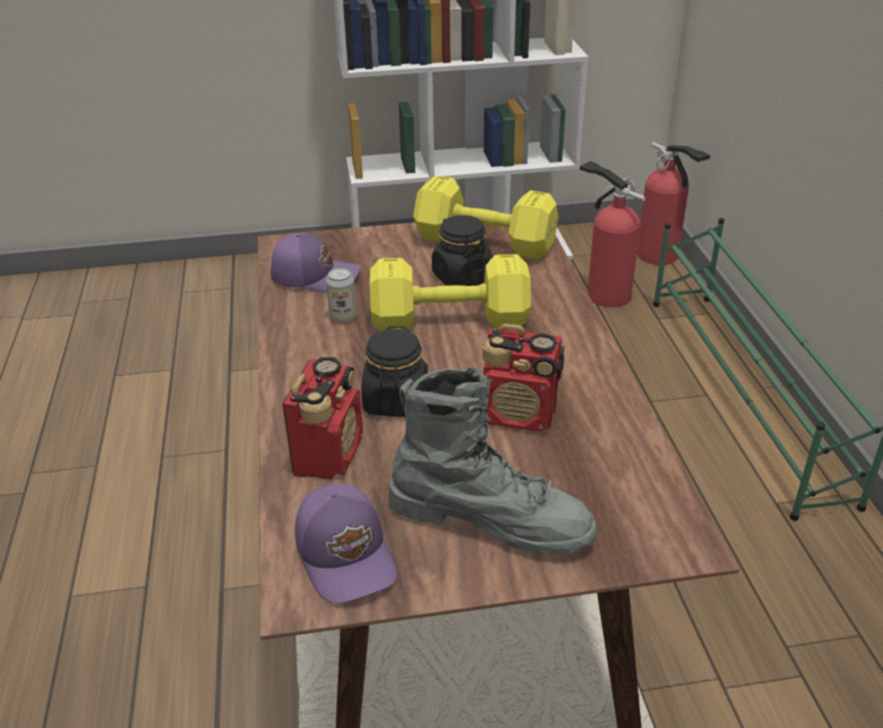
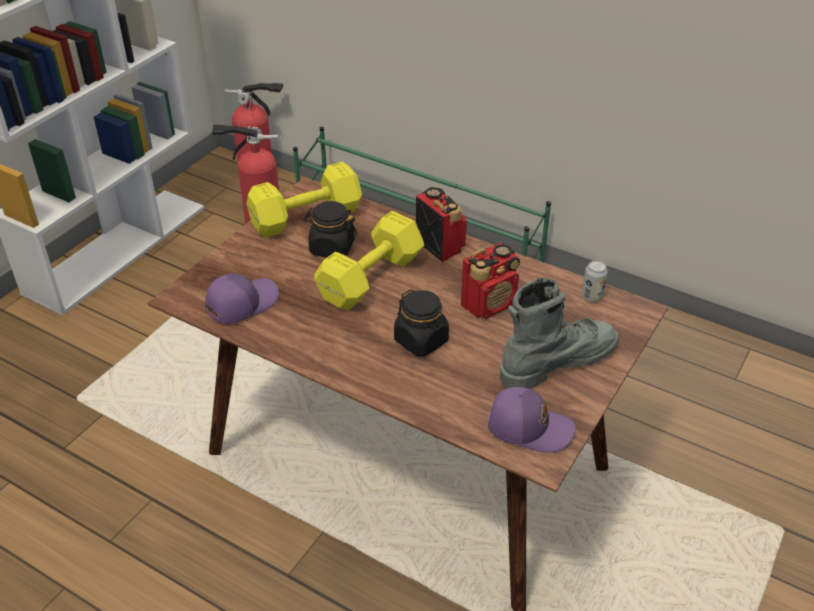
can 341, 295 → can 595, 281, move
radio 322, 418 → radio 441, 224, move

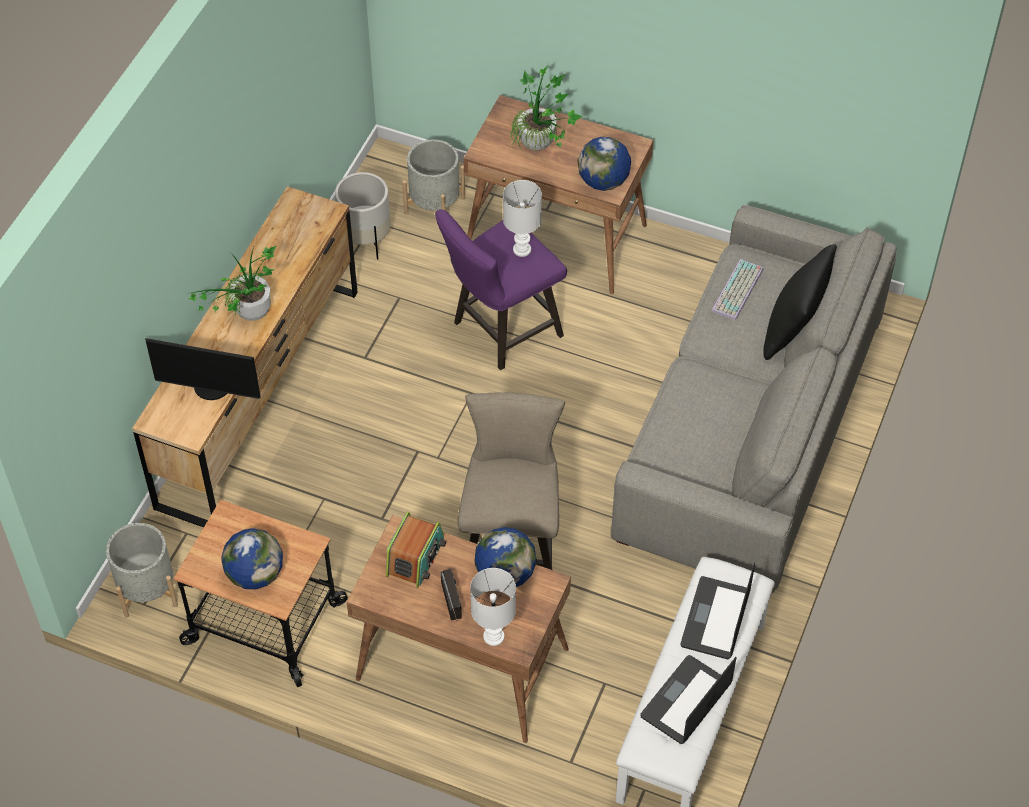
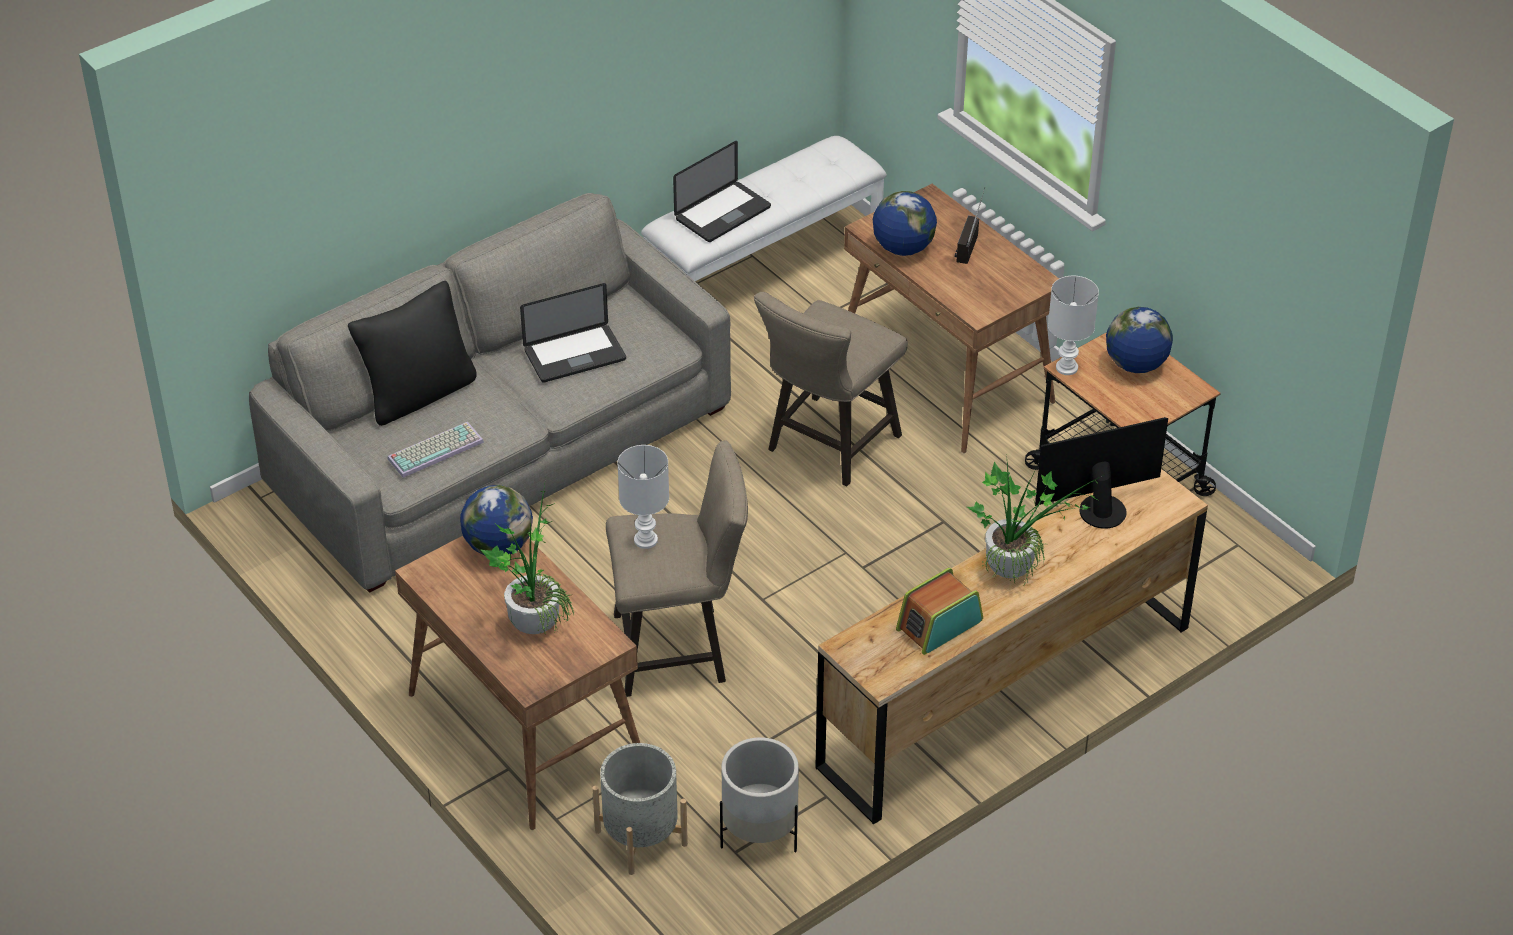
purple stool 501, 290 → beige stool 677, 568
monitor 203, 369 → monitor 1101, 473, 60 degrees counterclockwise
radio 416, 550 → radio 939, 611, move
grey planter 142, 570 → -
white table lamp 493, 607 → white table lamp 1073, 325, move
laptop 688, 699 → laptop 573, 332, move

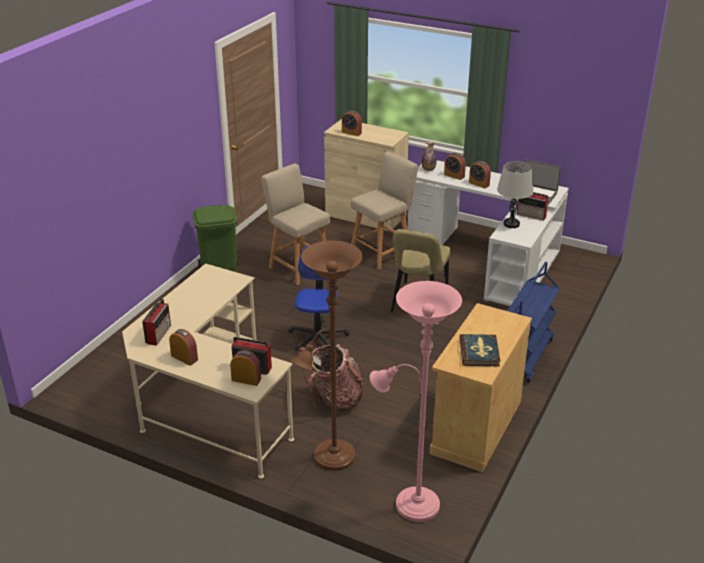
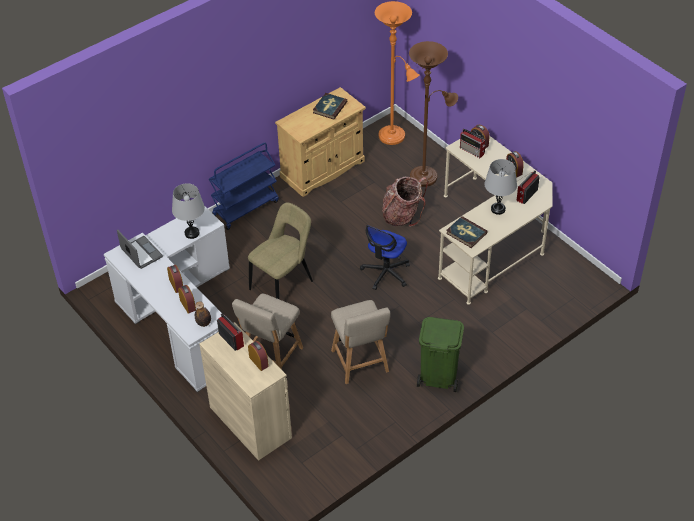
beige chair 384, 210 → beige chair 267, 332, 45 degrees counterclockwise
radio 533, 206 → radio 230, 332, move
pink floor lamp 416, 401 → orange floor lamp 397, 73
- → grey table lamp 500, 187
- → book 467, 232

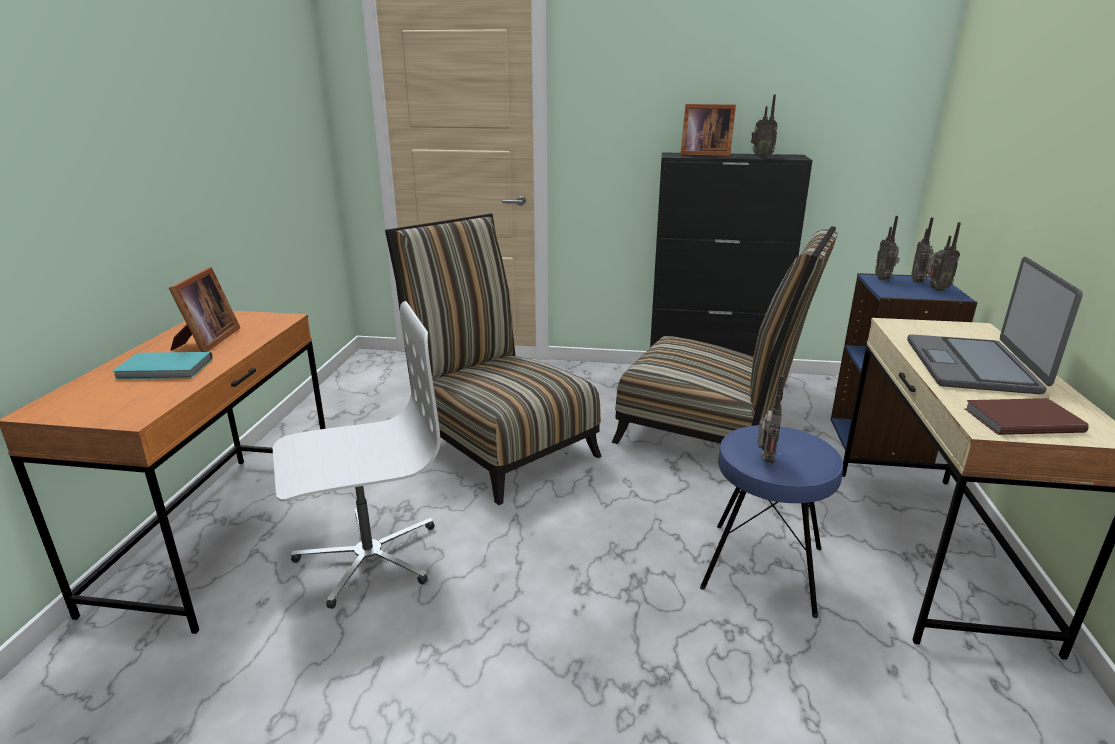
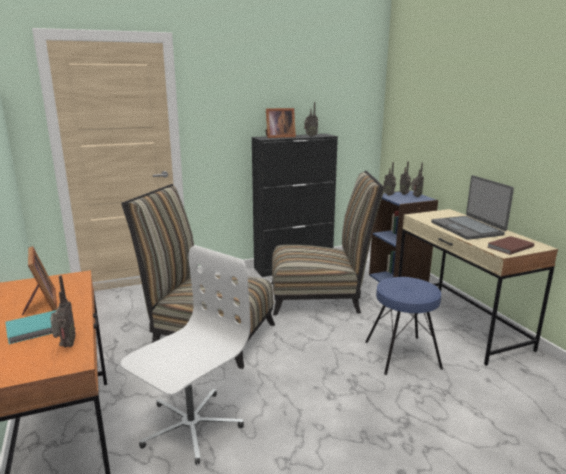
radio 771, 419 → radio 63, 311, move

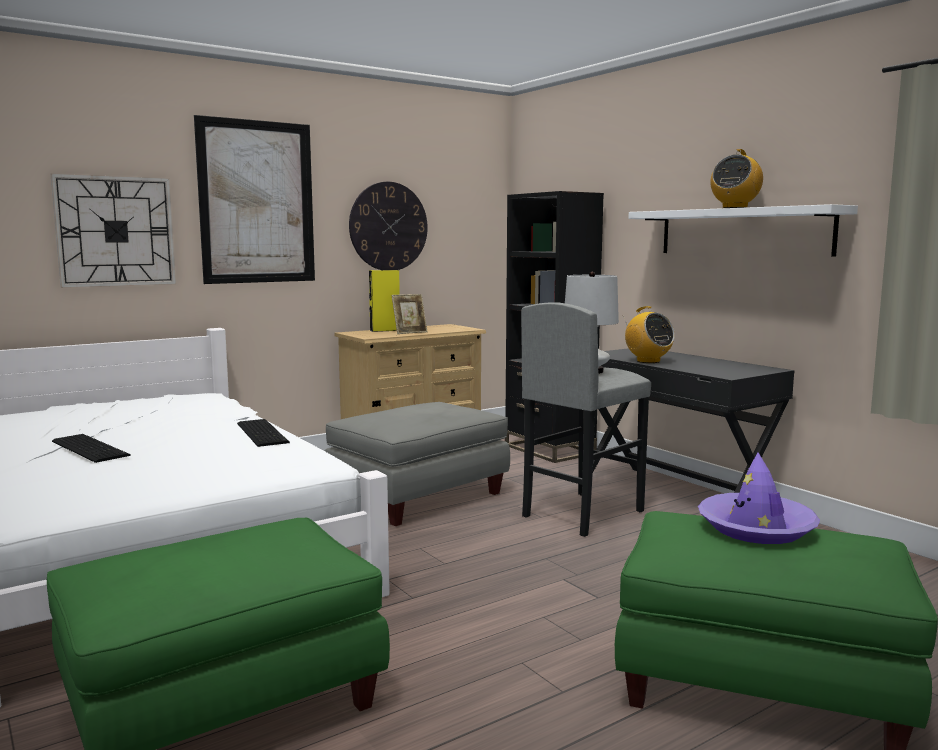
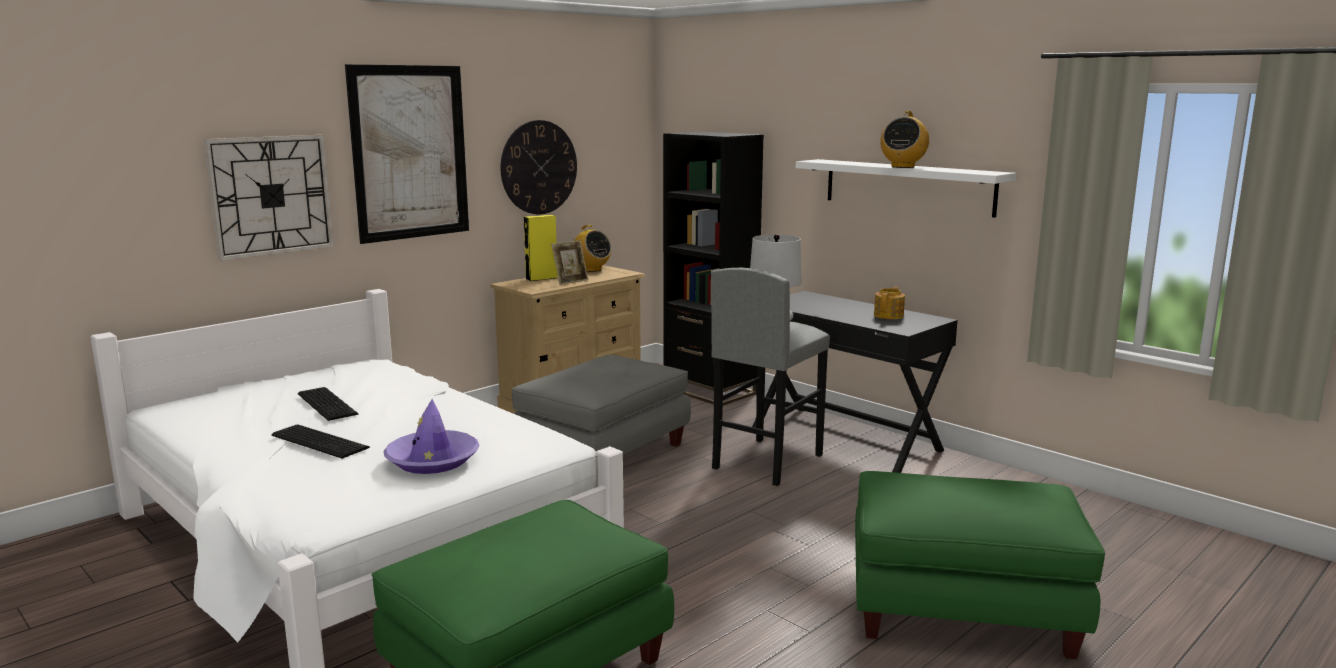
radio 648, 334 → radio 590, 248, move
keyboard 263, 433 → keyboard 328, 404, move
purple hat 759, 498 → purple hat 431, 436, move
- → teapot 889, 303

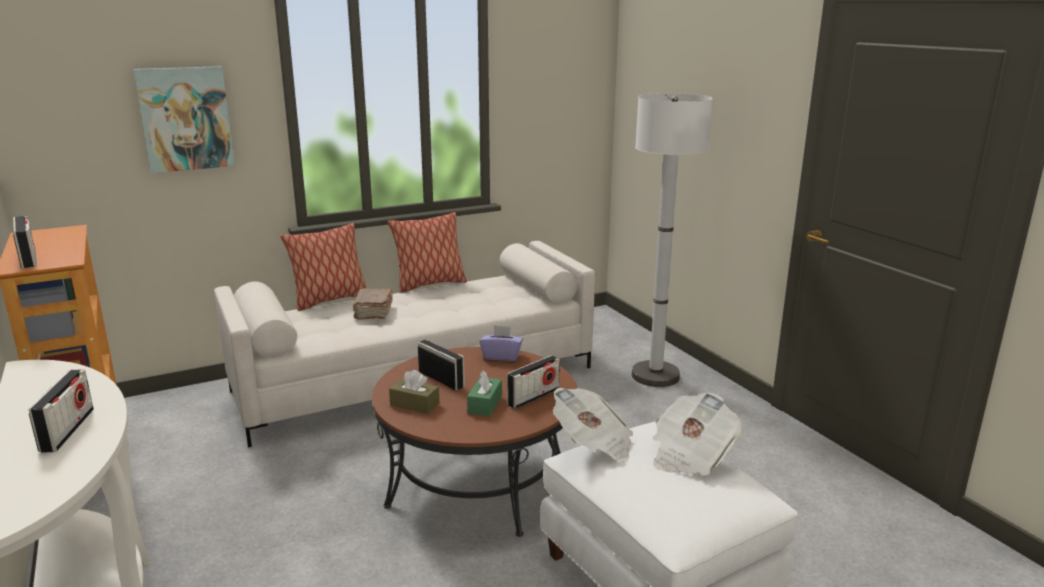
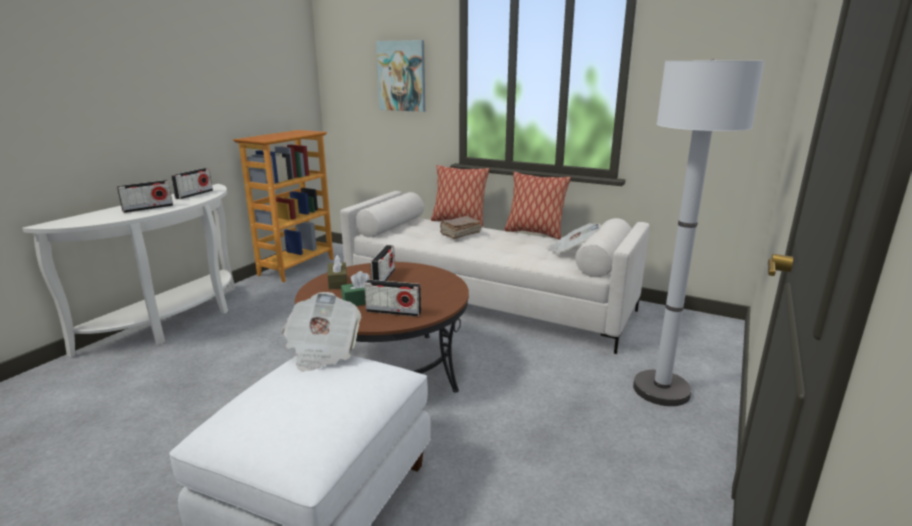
radio 25, 242 → radio 192, 183, move
purple tissue box 501, 343 → -
newspaper 697, 434 → newspaper 574, 238, move

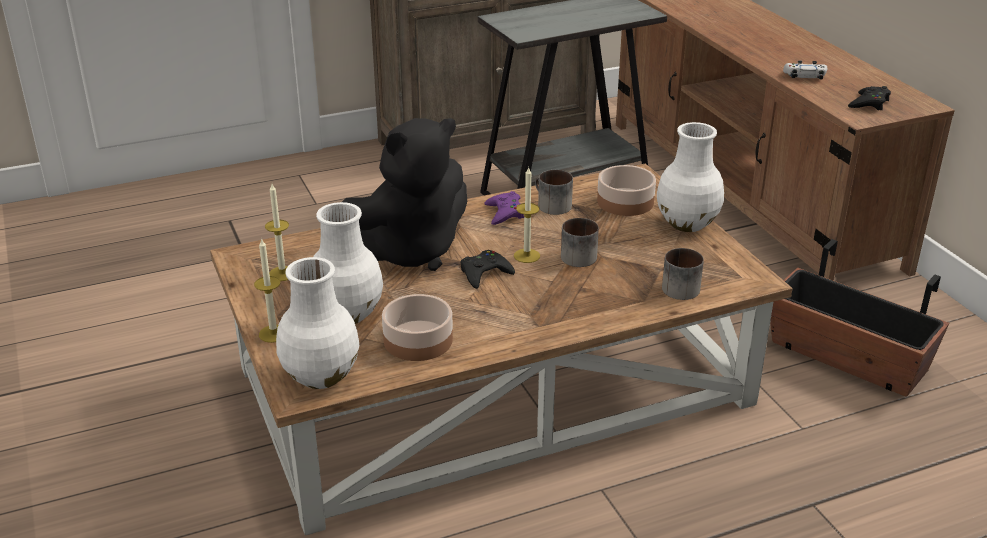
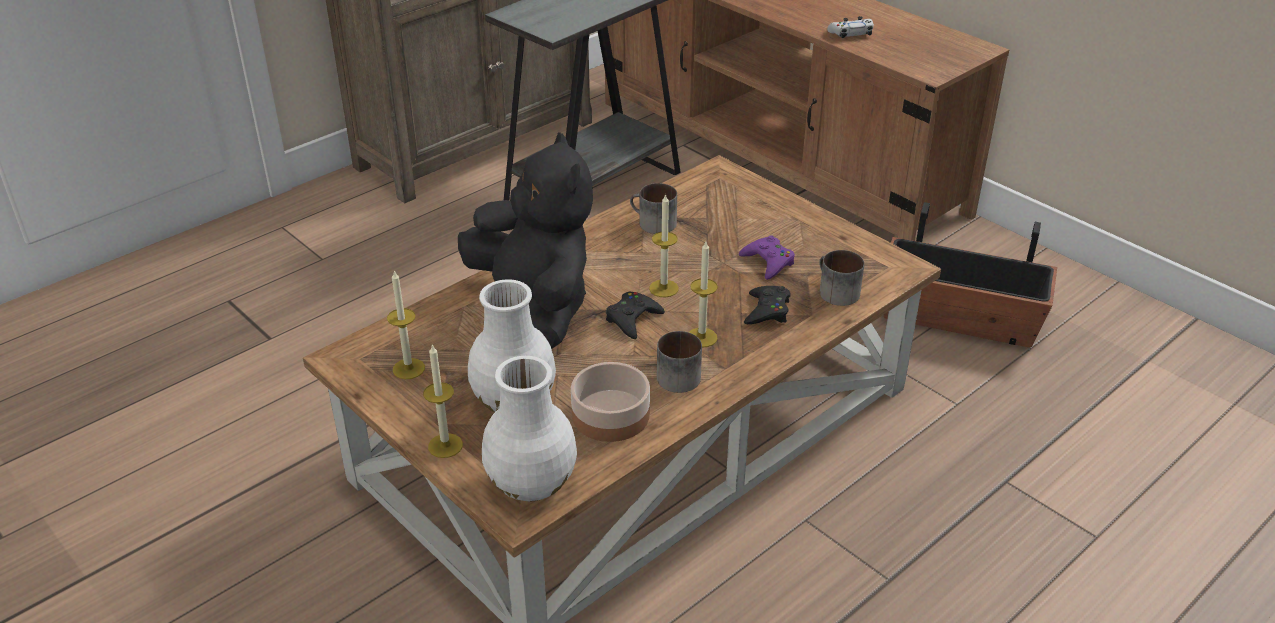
black game controller 869, 98 → black game controller 767, 305, move
black plush toy 404, 194 → black plush toy 525, 240, 60 degrees counterclockwise
white vase 690, 177 → -
bowl 626, 190 → -
purple game controller 504, 208 → purple game controller 767, 257, move
mug 580, 242 → mug 679, 362, move
- → candle 703, 294

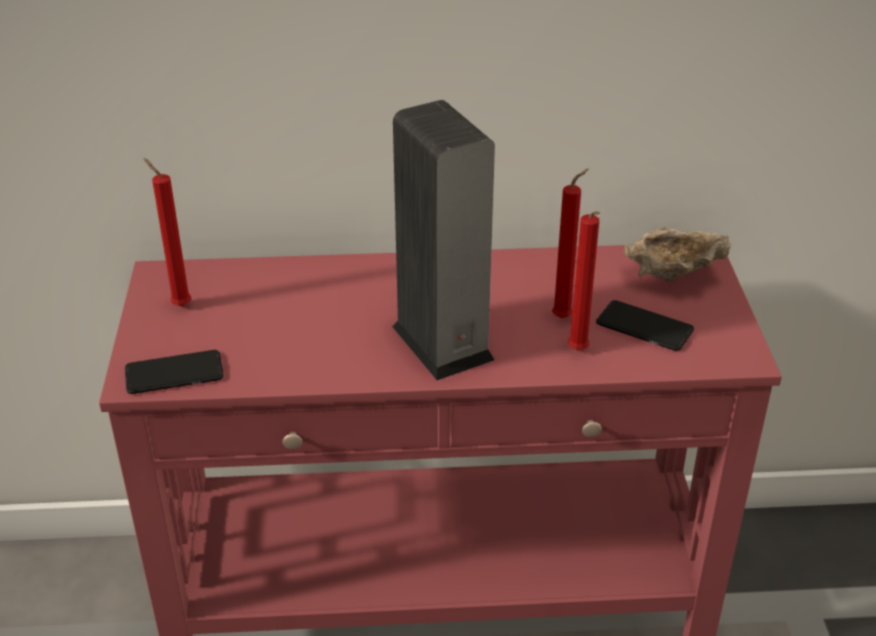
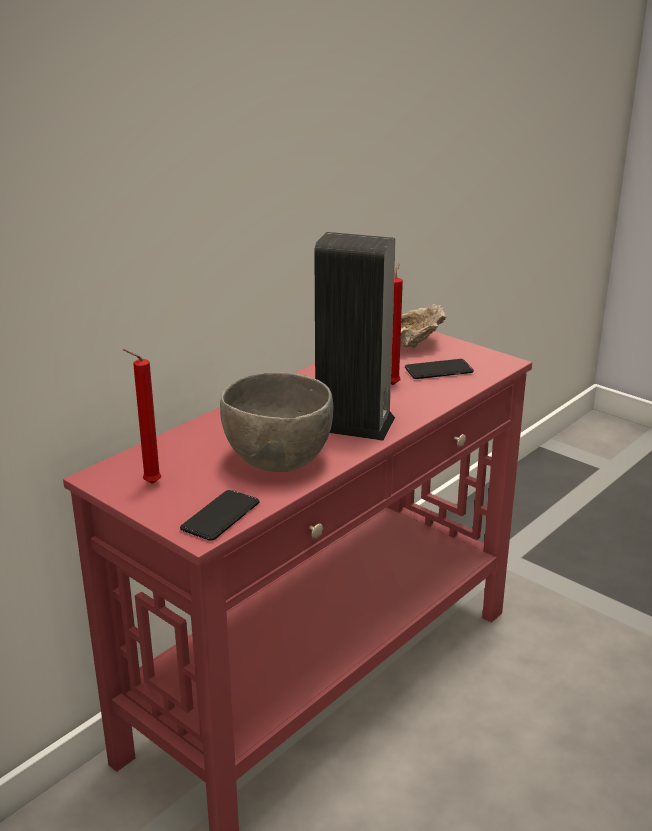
red candle 584, 280 → -
- → grey bowl 276, 422

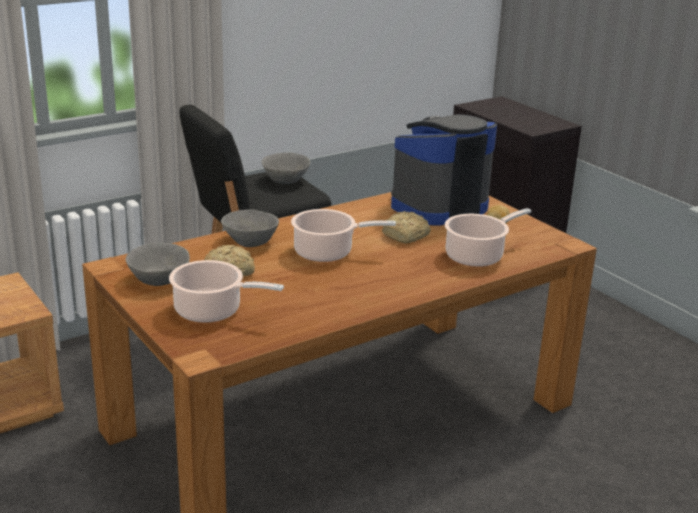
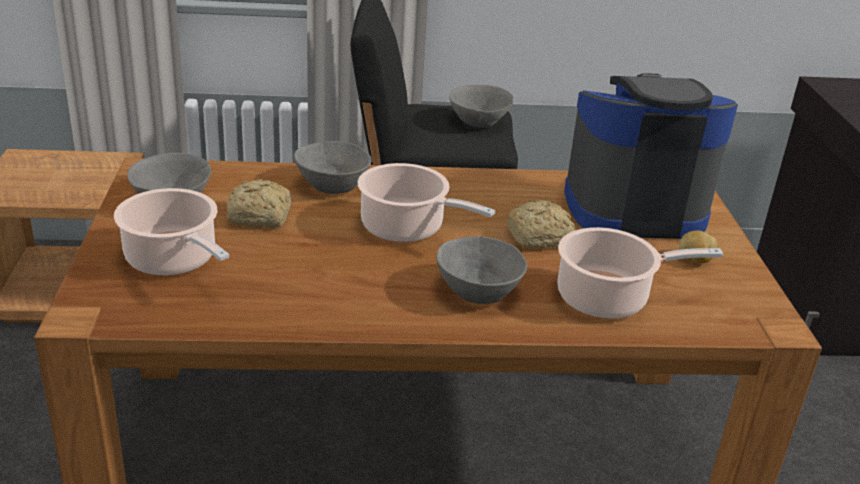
- → grey bowl 482, 270

